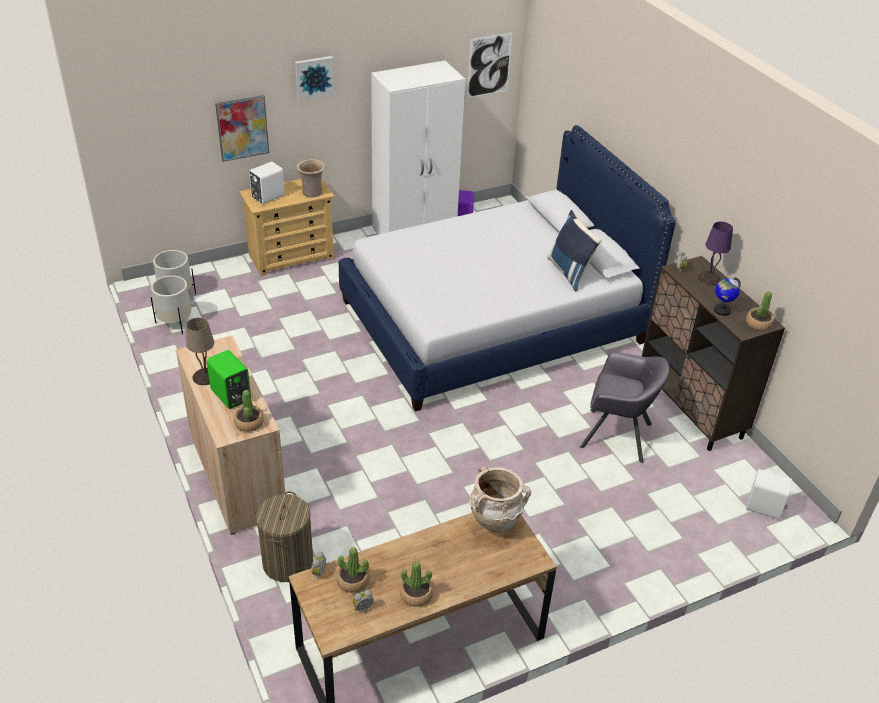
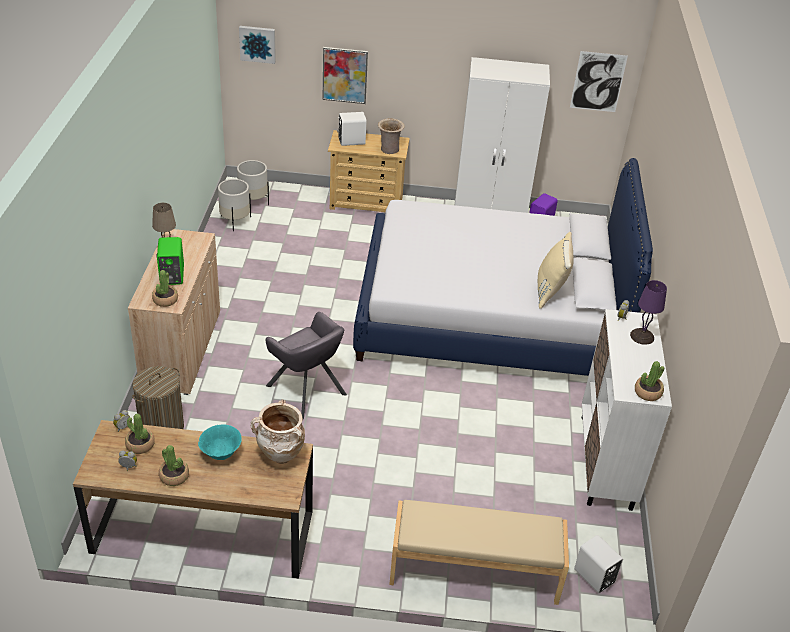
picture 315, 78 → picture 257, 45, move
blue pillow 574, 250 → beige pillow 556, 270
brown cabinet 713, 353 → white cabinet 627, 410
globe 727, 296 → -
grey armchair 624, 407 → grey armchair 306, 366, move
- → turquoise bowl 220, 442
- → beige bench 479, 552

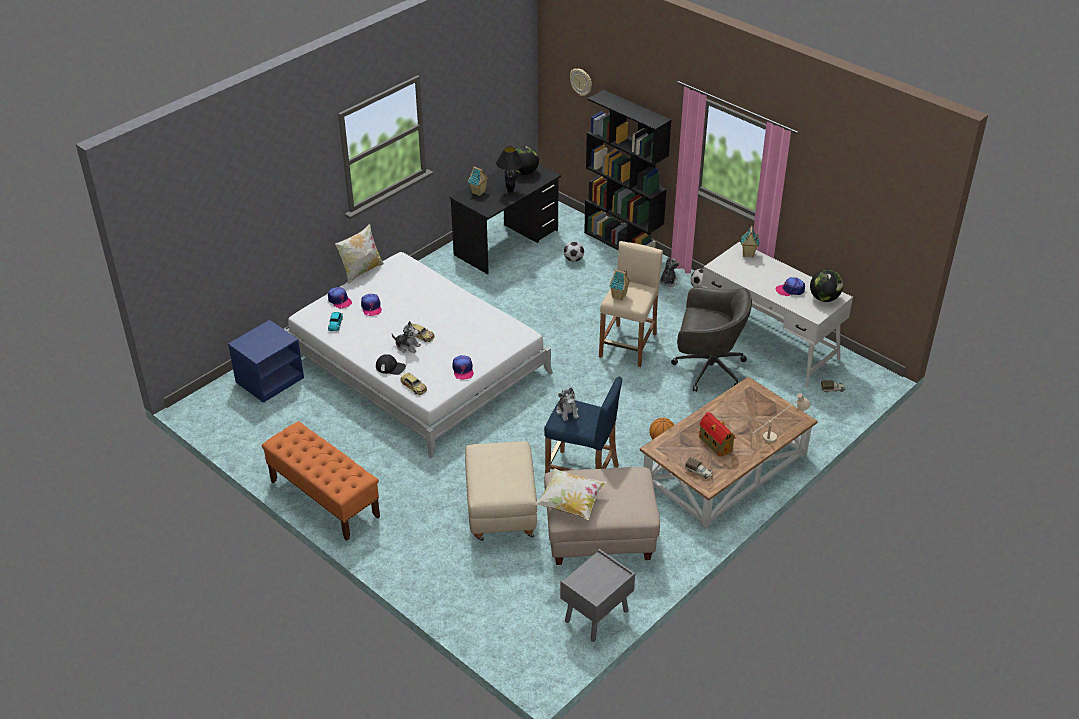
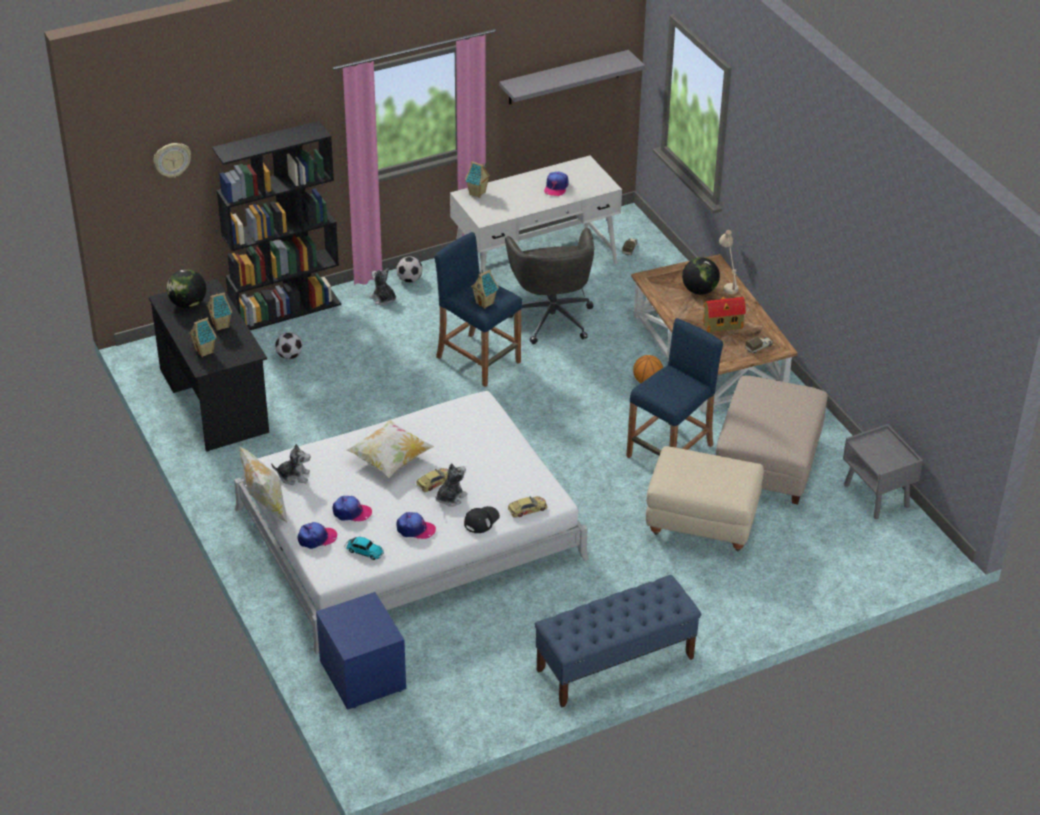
black table lamp 510, 169 → toy house 219, 311
beige stool 631, 304 → blue stool 478, 309
globe 826, 286 → globe 701, 276, move
grey office chair 711, 339 → grey office chair 550, 286, 135 degrees clockwise
cap 463, 367 → cap 416, 525, move
plush toy 568, 404 → plush toy 290, 464, move
orange bench 321, 481 → blue bench 617, 641
pillow 571, 494 → pillow 390, 448, move
- → grey shelf 572, 77

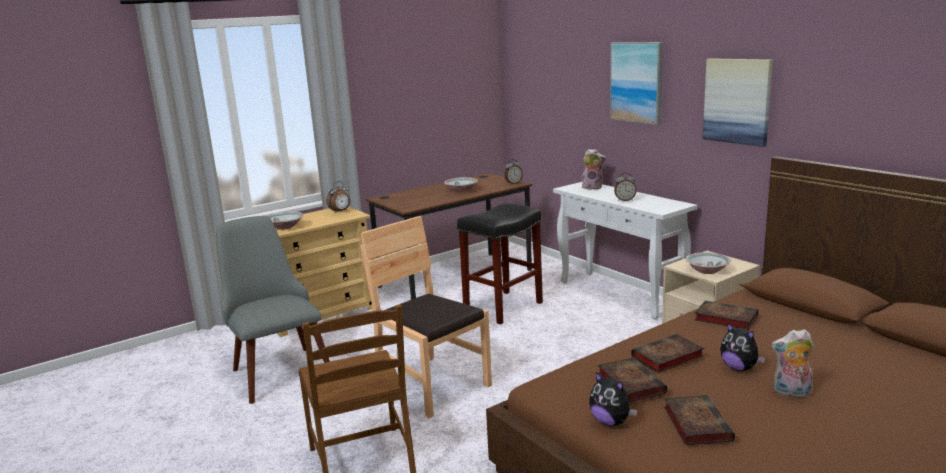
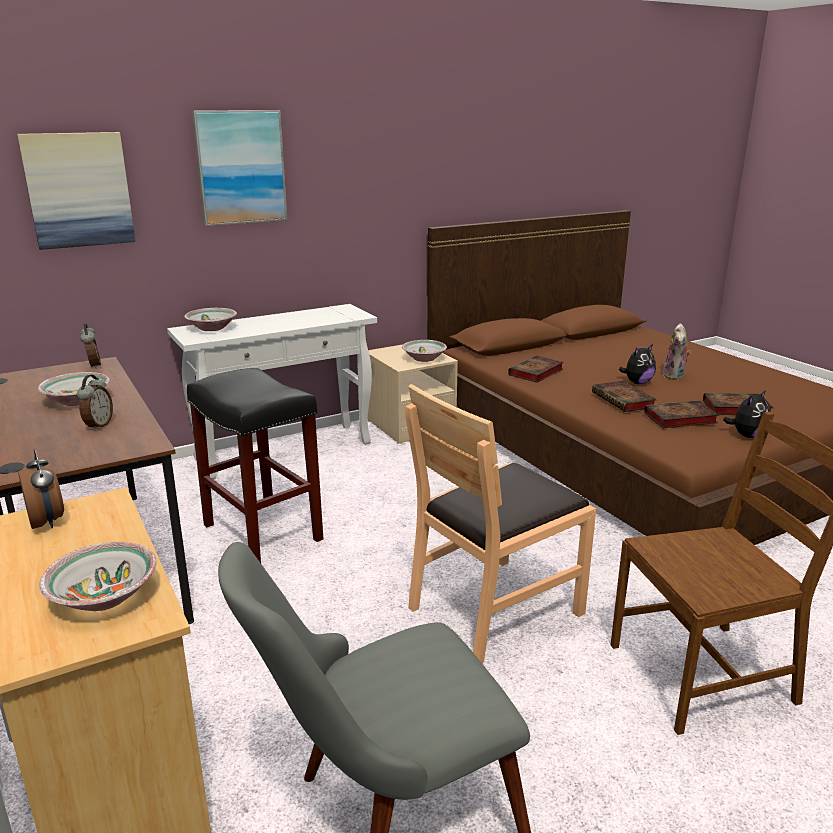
picture 738, 102 → picture 76, 191, move
plush toy 594, 169 → bowl 210, 319
alarm clock 625, 187 → alarm clock 95, 403, move

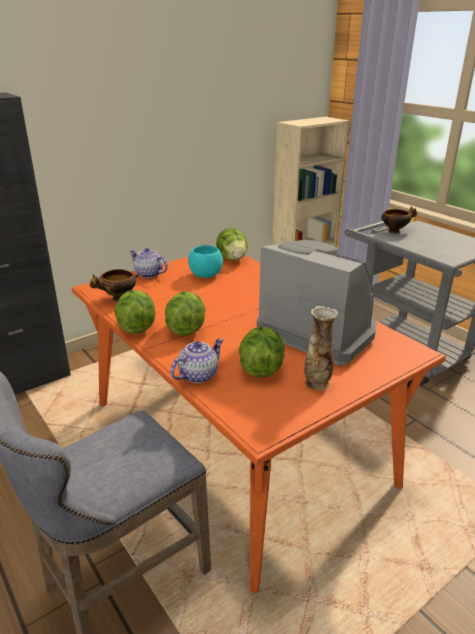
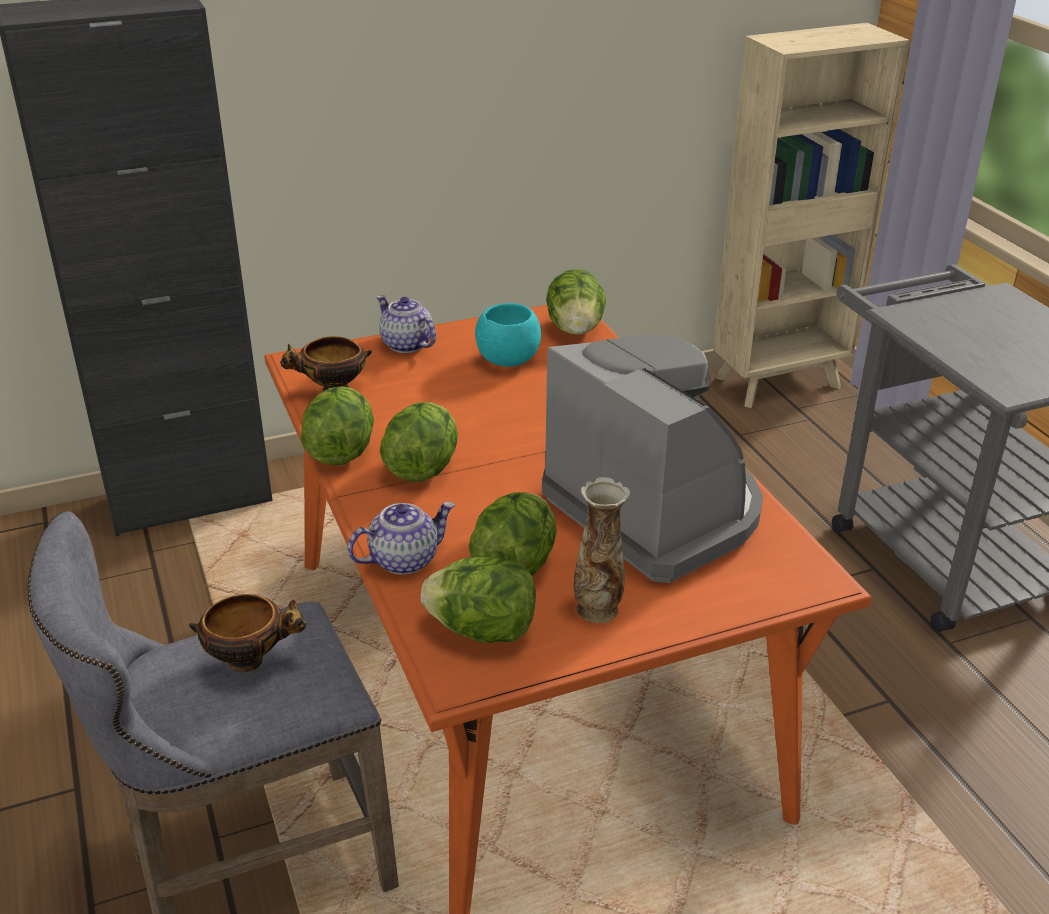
bowl 399, 220 → bowl 248, 633, move
- → lettuce 478, 599

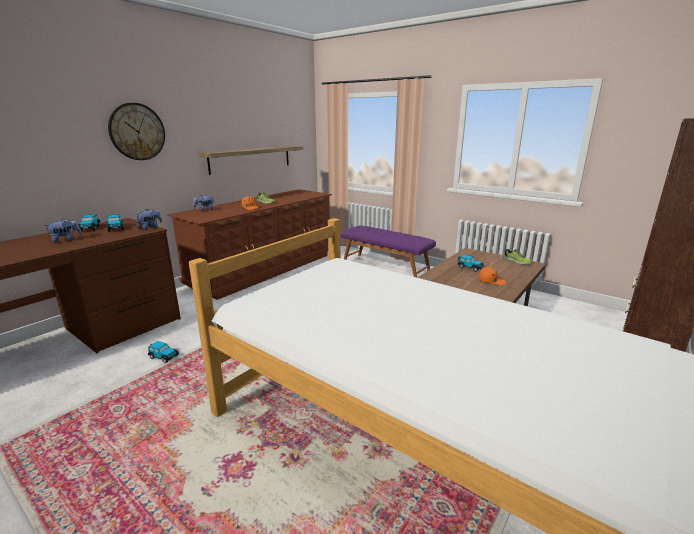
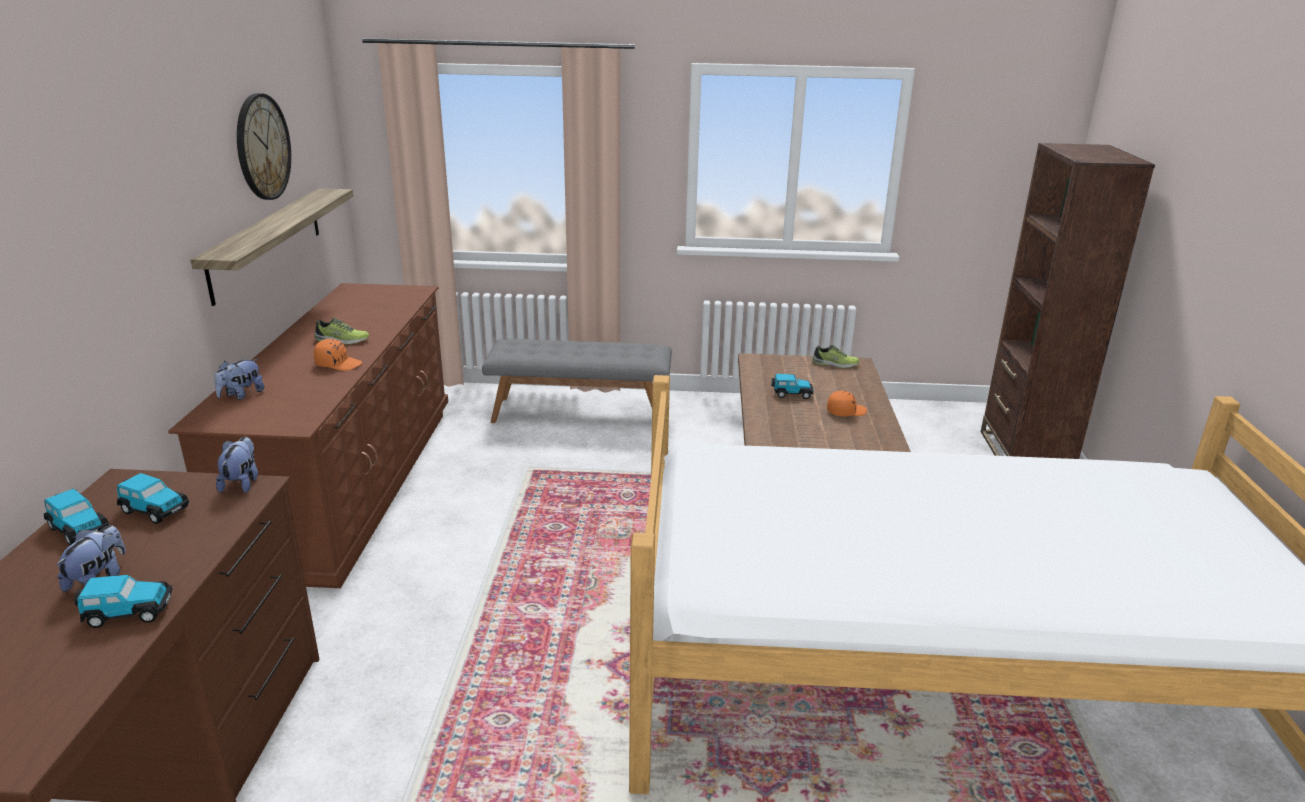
wall clock 136, 131 → wall clock 264, 146, move
purple bench 388, 251 → grey bench 577, 381
toy car 163, 352 → toy car 123, 601, move

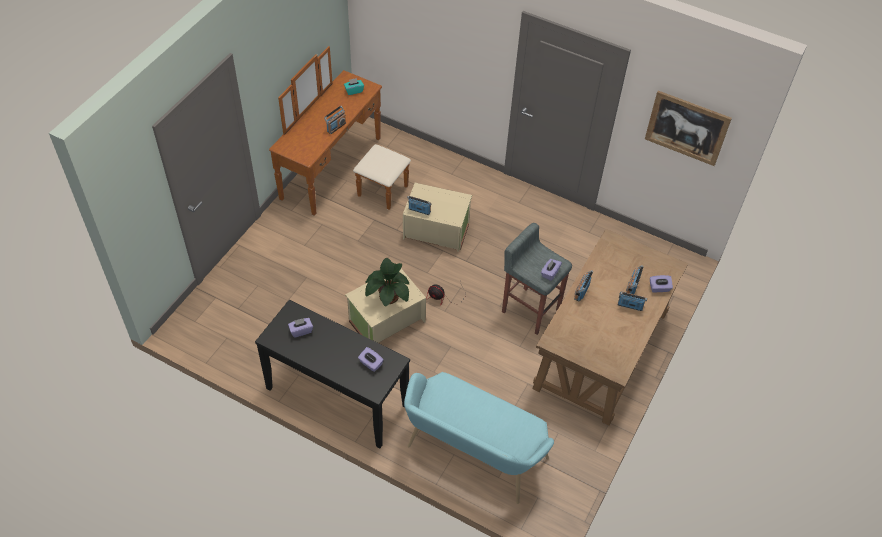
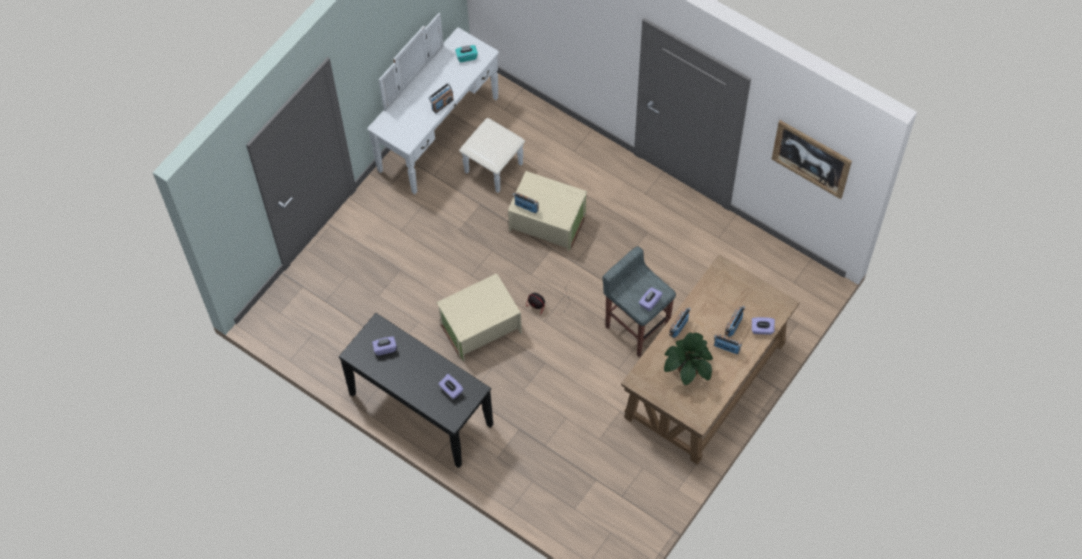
brown dresser 340, 131 → white dresser 446, 103
potted plant 387, 282 → potted plant 688, 358, move
turquoise bench 479, 438 → -

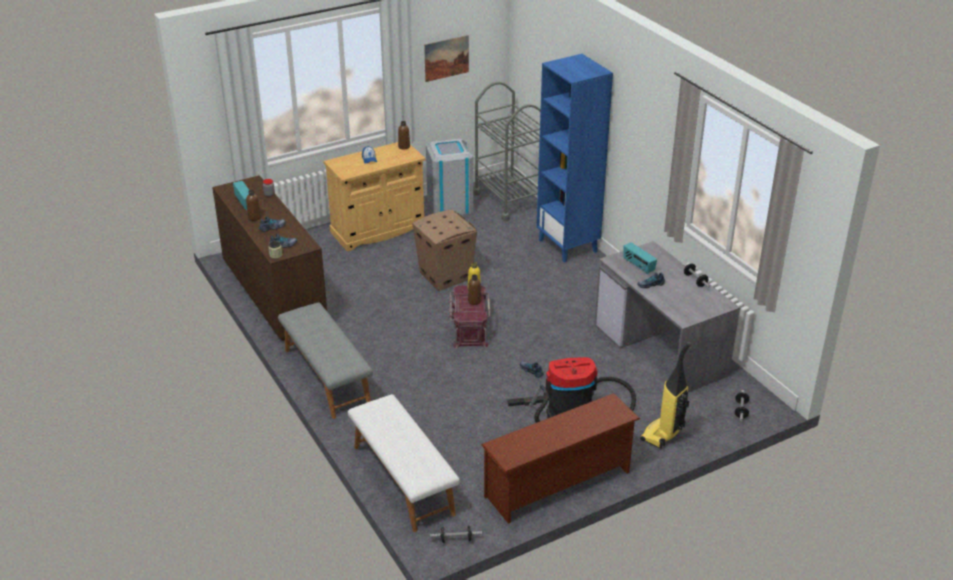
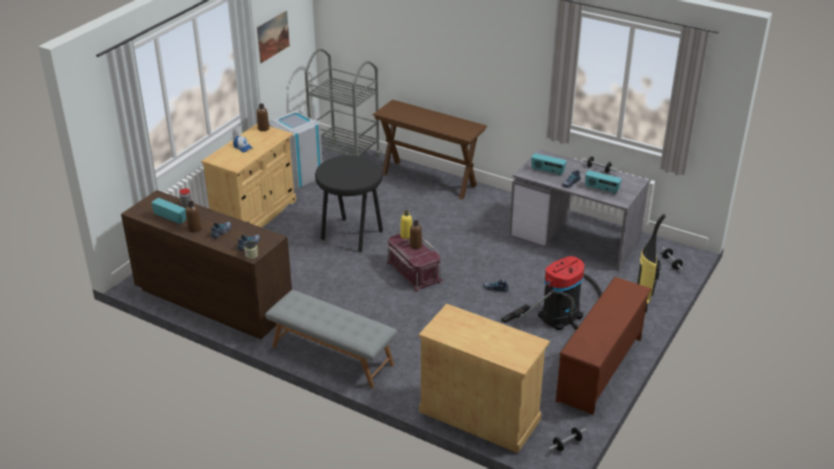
blue bookcase 574, 158 → brown console table 430, 149
cardboard box 444, 250 → black stool 349, 203
white bench 404, 463 → beige cabinet 484, 378
- → radio 603, 182

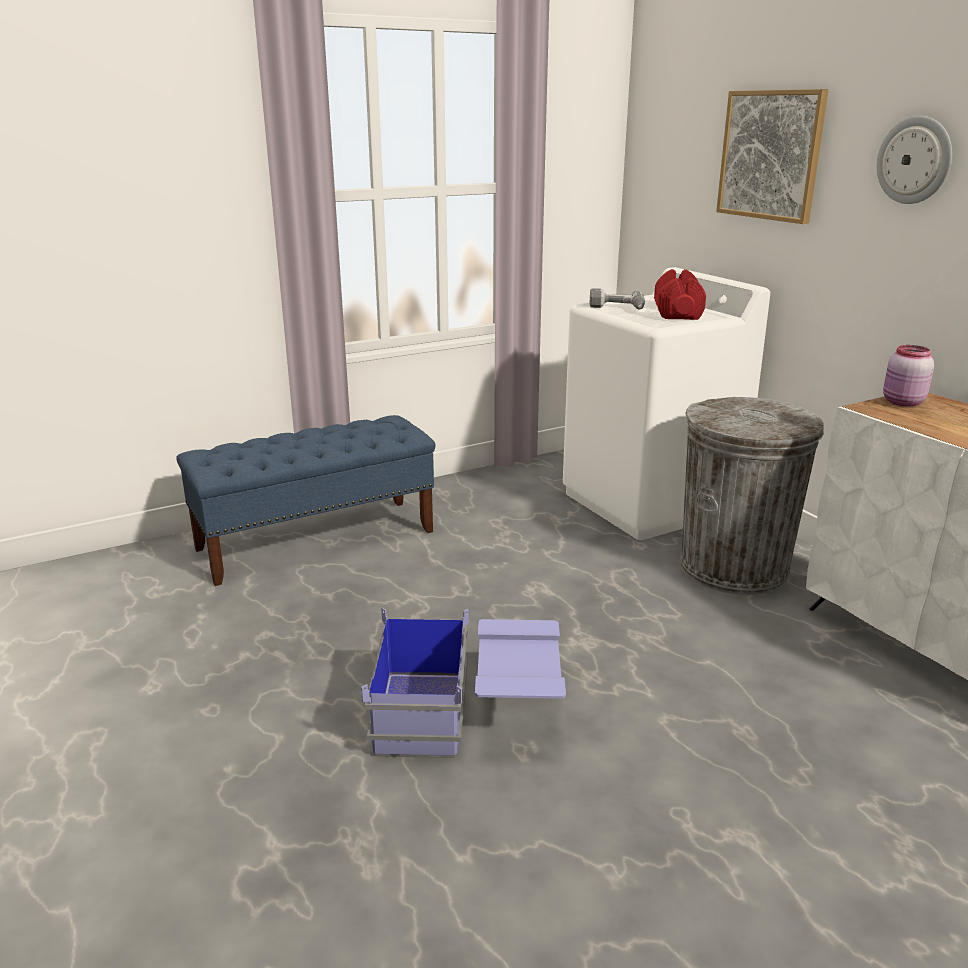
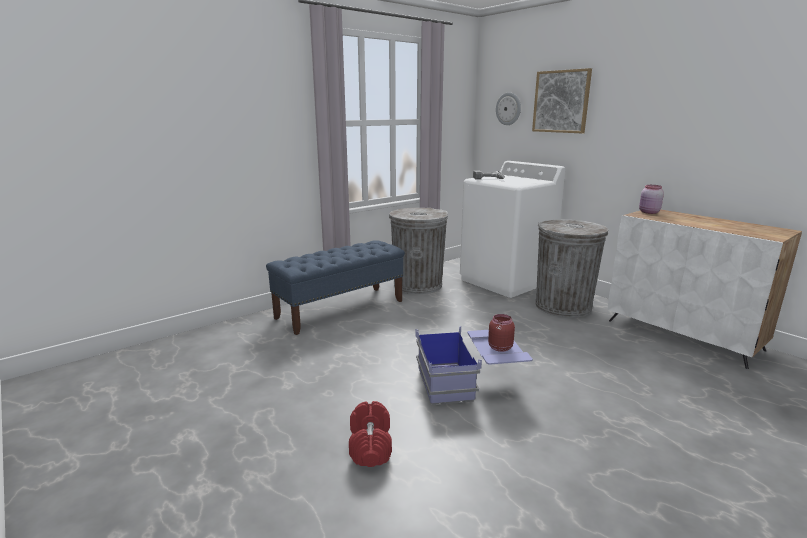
wall clock 914, 160 → wall clock 508, 108, move
red dumbbell 680, 294 → red dumbbell 370, 434, move
- → grey trash can 418, 251
- → red jar 501, 333

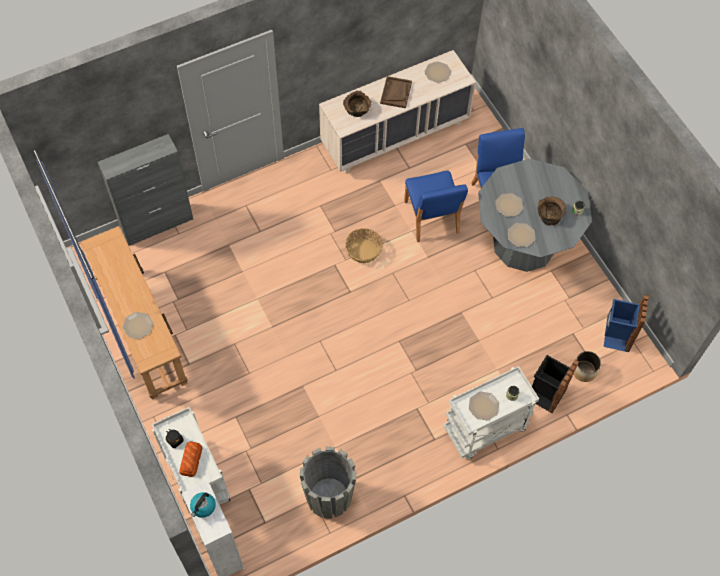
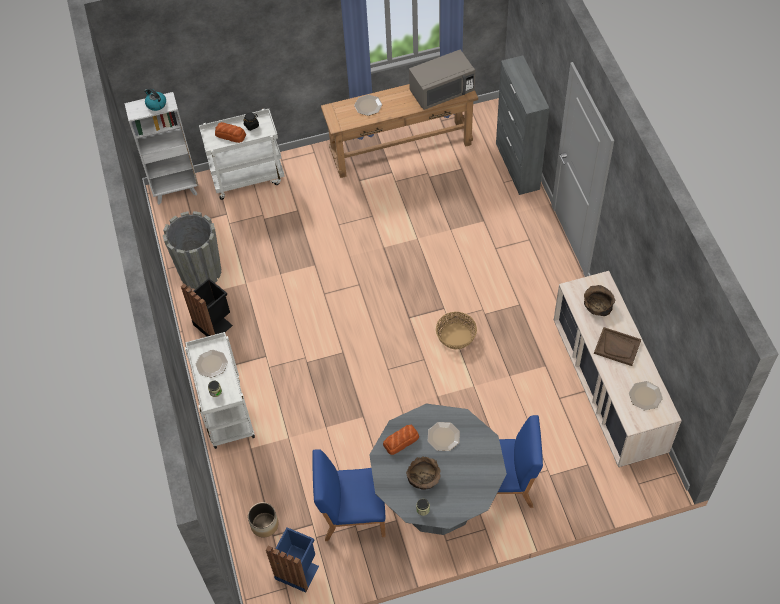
blue chair 436, 206 → blue chair 349, 495, move
plate 522, 235 → bread 401, 440
black trash can 555, 384 → black trash can 207, 307, move
- → grey microwave 442, 80

